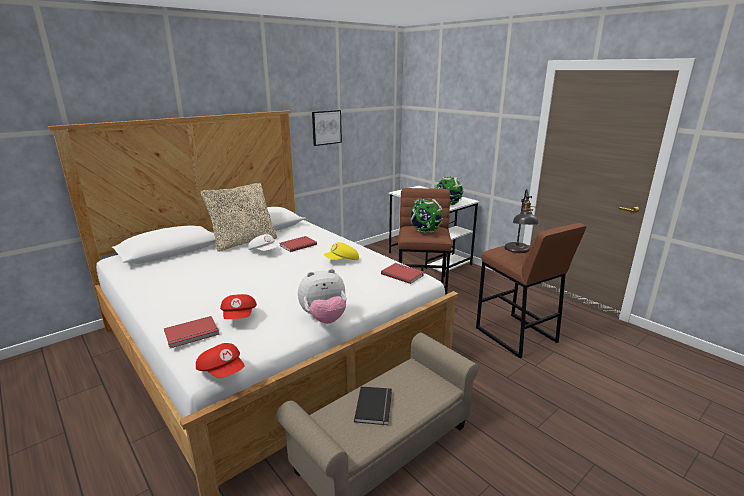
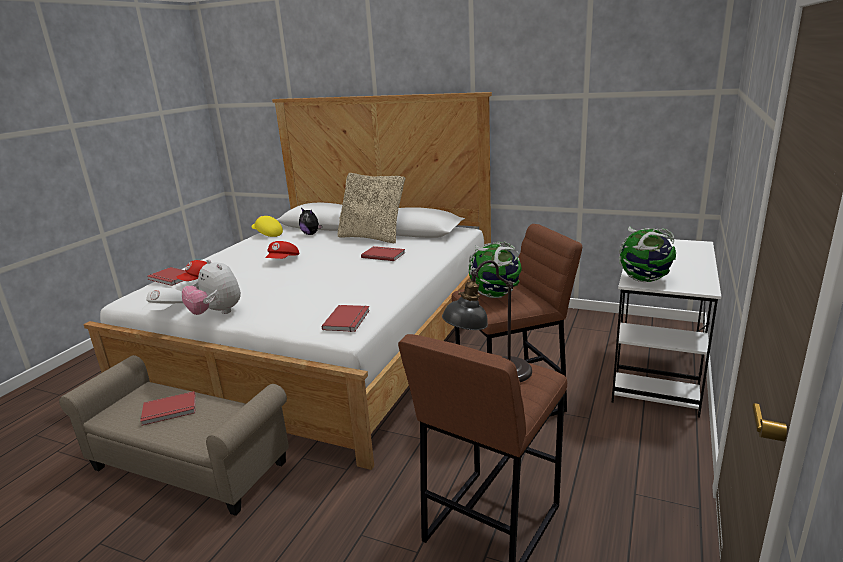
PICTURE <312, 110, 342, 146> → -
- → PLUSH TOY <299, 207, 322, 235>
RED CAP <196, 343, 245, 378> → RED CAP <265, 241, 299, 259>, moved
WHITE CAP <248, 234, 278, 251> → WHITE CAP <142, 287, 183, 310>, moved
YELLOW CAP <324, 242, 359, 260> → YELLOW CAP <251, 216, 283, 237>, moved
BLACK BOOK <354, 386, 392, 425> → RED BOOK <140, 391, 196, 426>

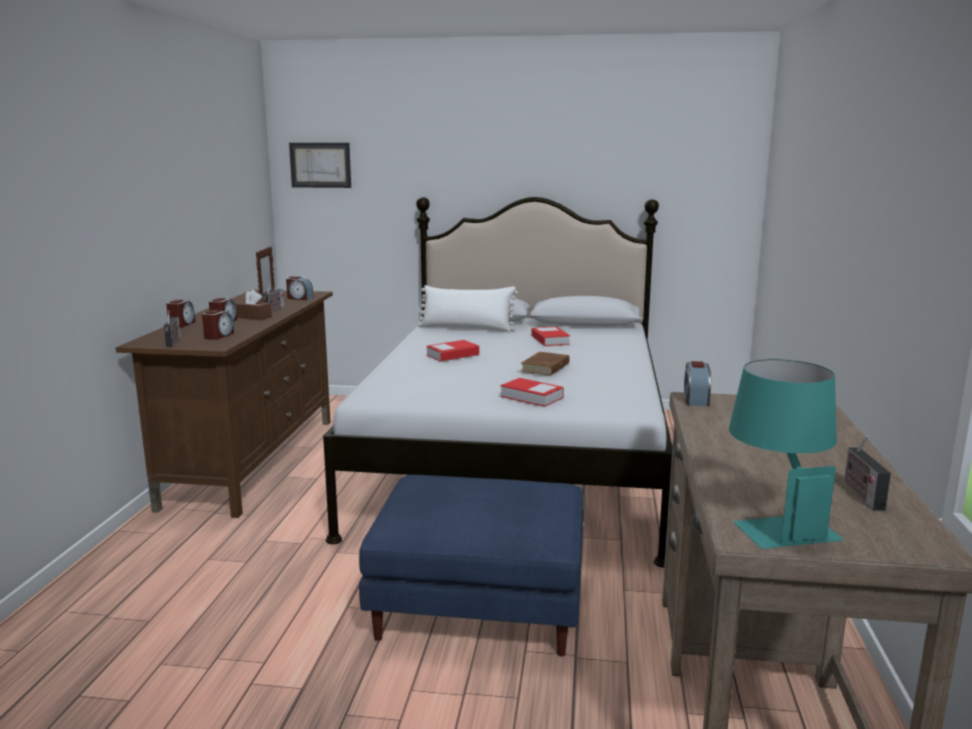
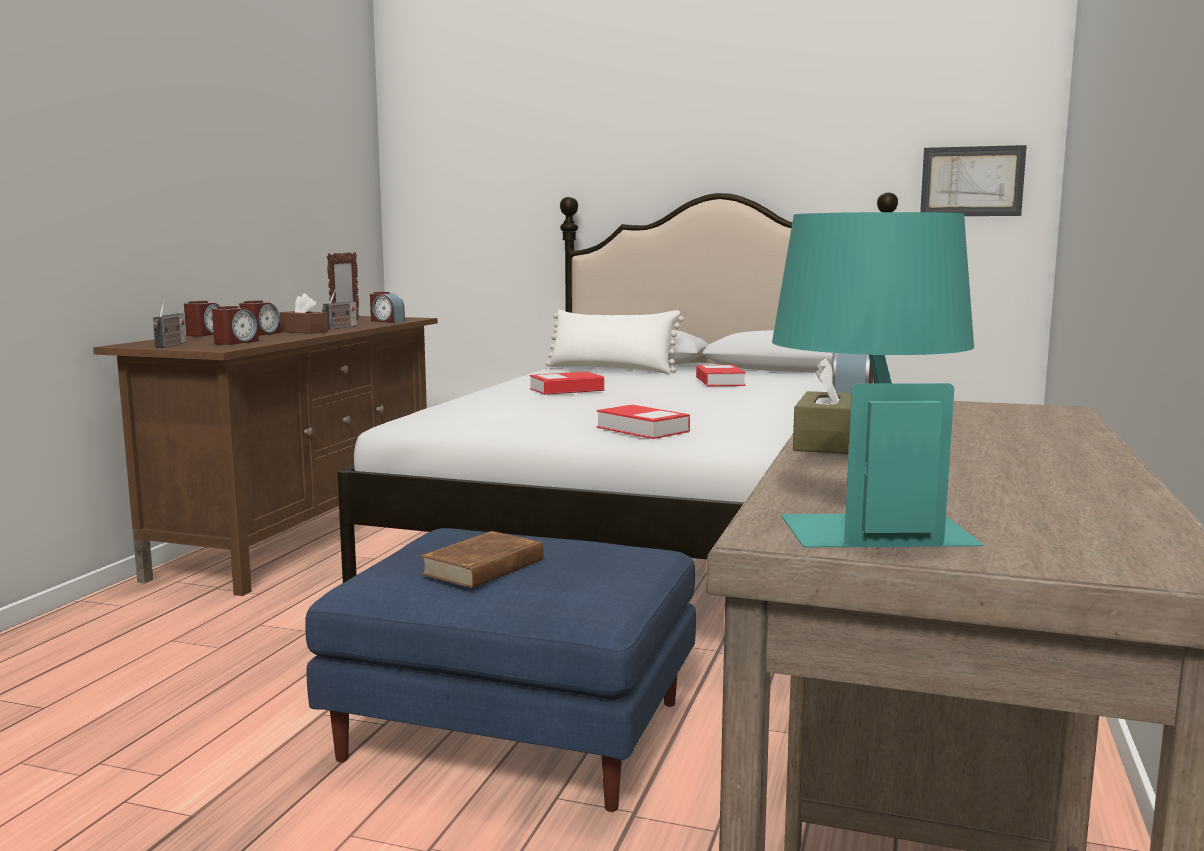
RADIO <844, 436, 891, 510> → -
- → BROWN TISSUE BOX <793, 357, 851, 454>
PICTURE <289, 143, 351, 188> → PICTURE <920, 145, 1027, 216>, moved
BROWN BOOK <521, 352, 569, 376> → BROWN BOOK <420, 531, 544, 588>, moved

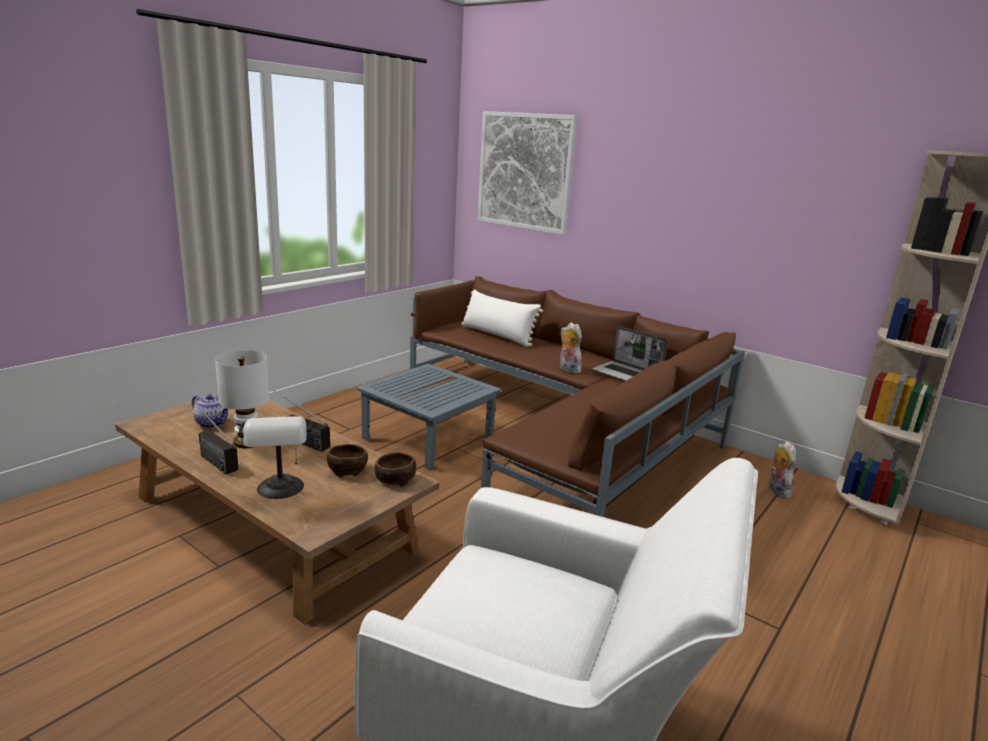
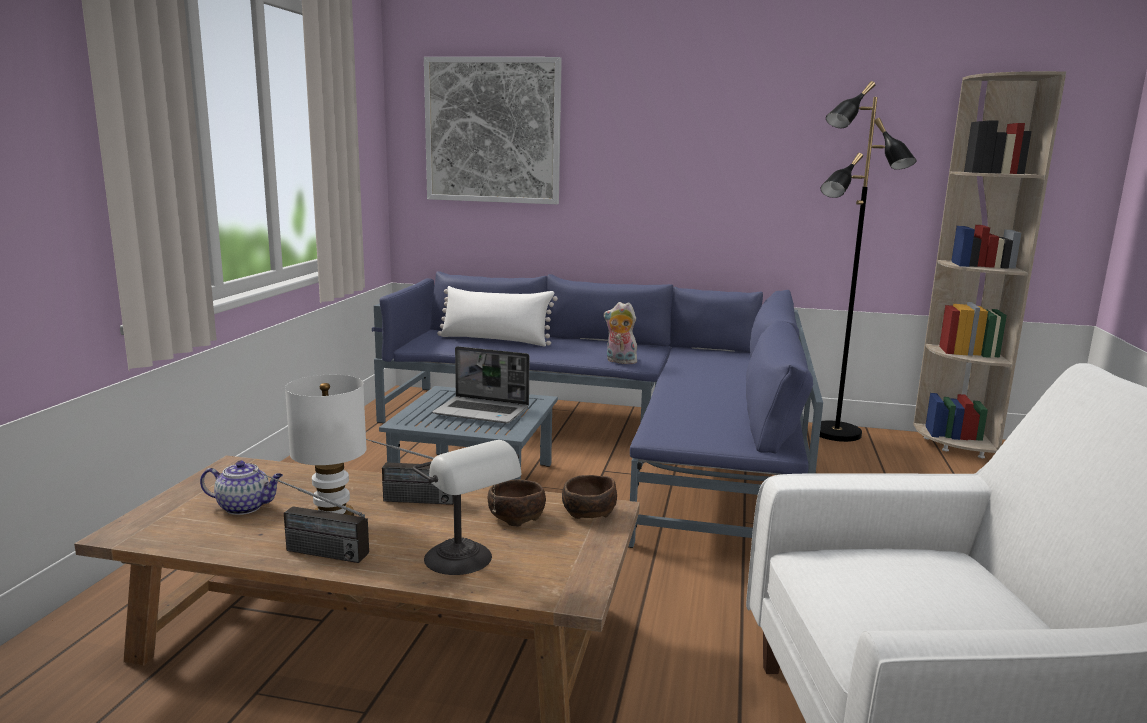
PLUSH TOY <769, 441, 797, 499> → -
- → BLACK FLOOR LAMP <820, 81, 916, 442>
LAPTOP <592, 326, 667, 381> → LAPTOP <432, 346, 529, 423>, moved
BROWN SOFA <356, 276, 745, 517> → BLUE SOFA <372, 271, 823, 548>

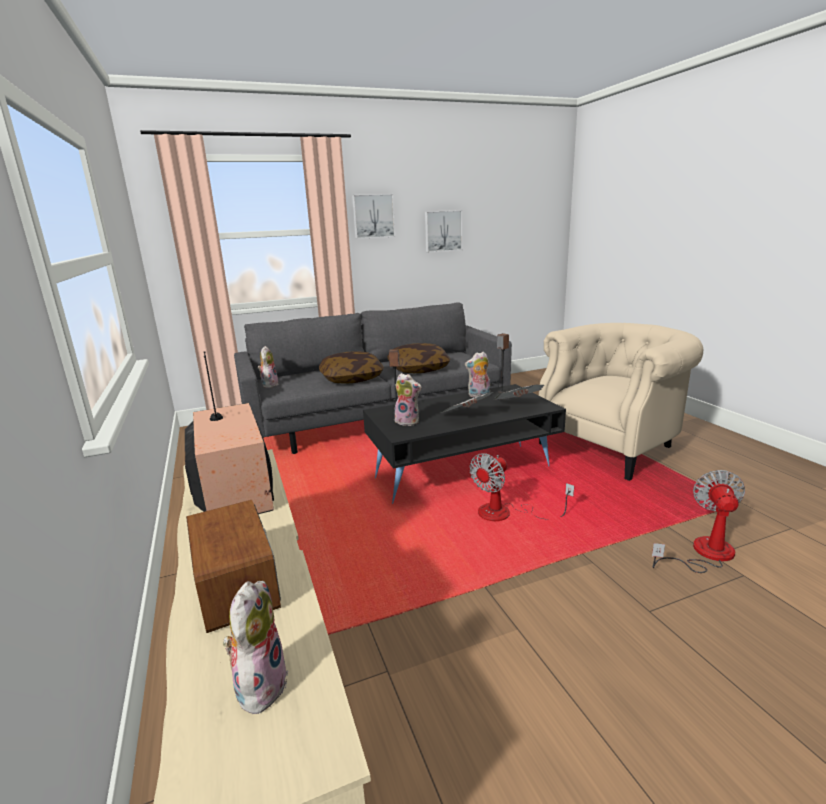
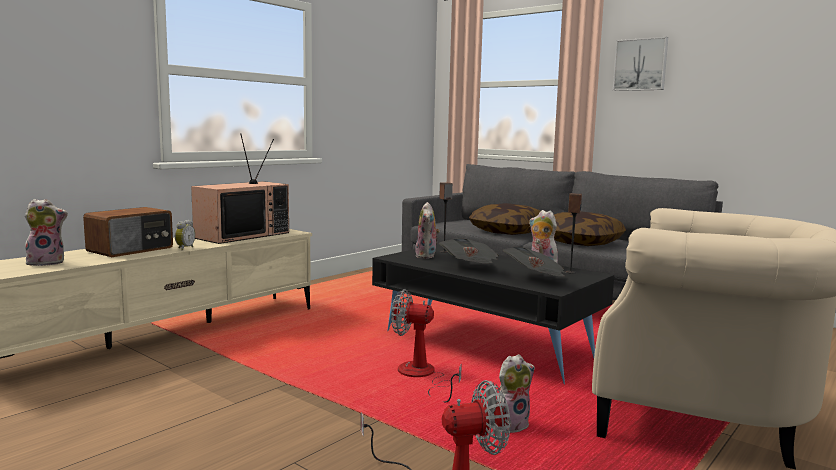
PICTURE <425, 210, 462, 252> → -
- → ALARM CLOCK <175, 220, 195, 251>
PLUSH TOY <258, 346, 279, 388> → PLUSH TOY <495, 354, 535, 433>, moved

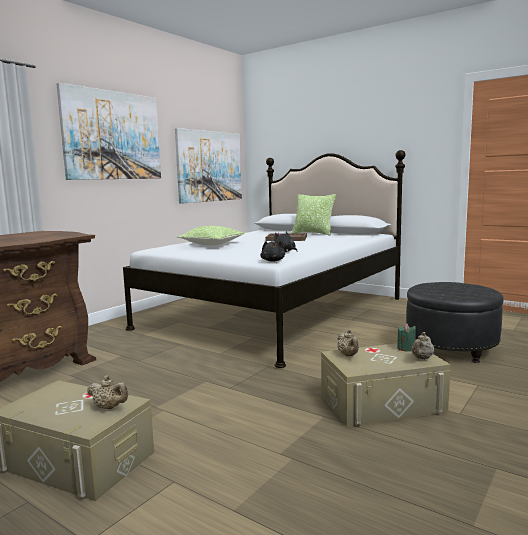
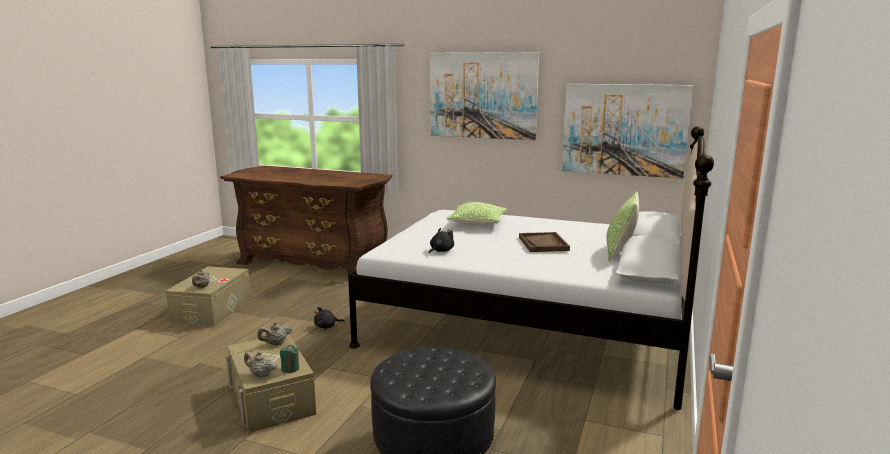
BLACK PLUSH TOY <260, 241, 285, 262> → BLACK PLUSH TOY <314, 307, 345, 328>, moved

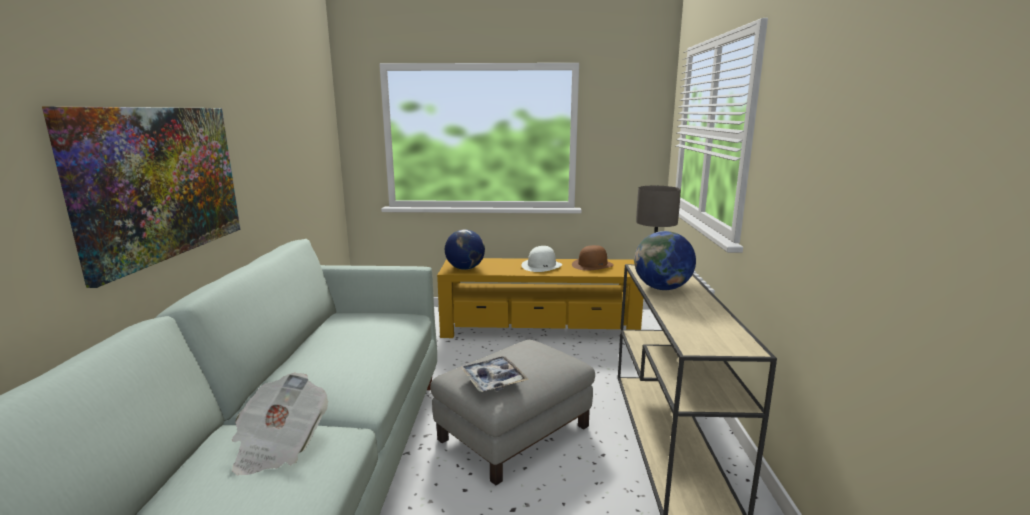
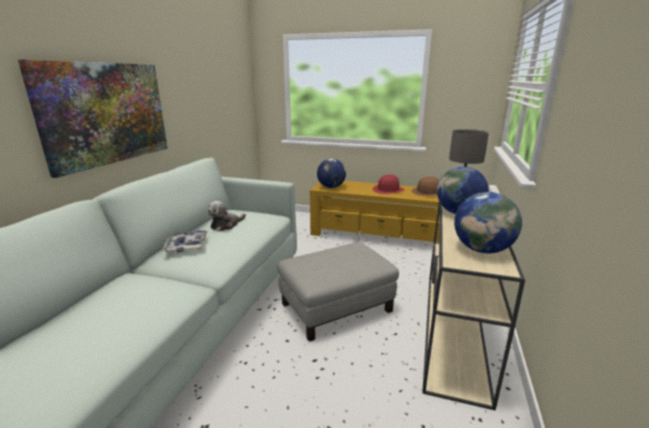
NEWSPAPER <232, 373, 328, 475> → -
- → PLUSH TOY <208, 201, 246, 232>
- → GLOBE <454, 192, 522, 253>
TRAY <461, 356, 529, 392> → TRAY <162, 230, 208, 253>, moved
WHITE HAT <521, 246, 562, 272> → RED HAT <373, 175, 404, 194>

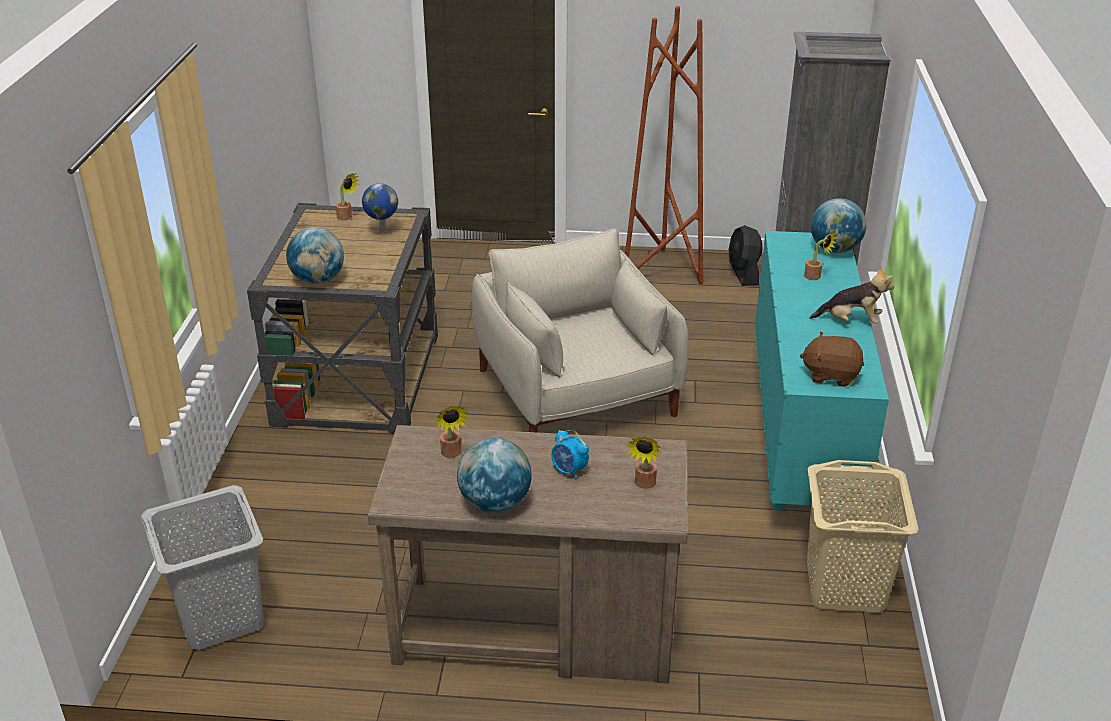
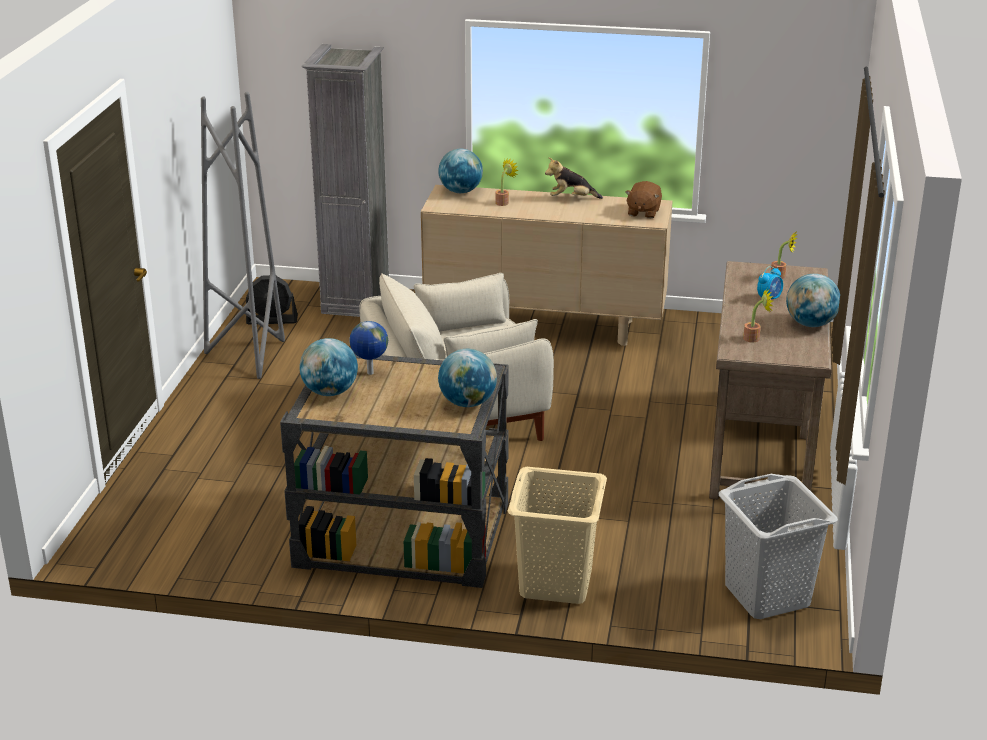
BEIGE LAUNDRY BASKET <807, 460, 918, 613> → BEIGE LAUNDRY BASKET <508, 467, 607, 604>, moved
POTTED PLANT <336, 173, 359, 220> → GLOBE <299, 338, 358, 396>
BROWN CLOTHES RACK <625, 6, 703, 284> → GREY CLOTHES RACK <201, 92, 285, 379>
TURQUOISE DRESSER <755, 231, 889, 511> → BEIGE DRESSER <421, 185, 673, 346>
PLUSH TOY <810, 267, 894, 324> → PLUSH TOY <545, 158, 603, 199>, 105 degrees counterclockwise

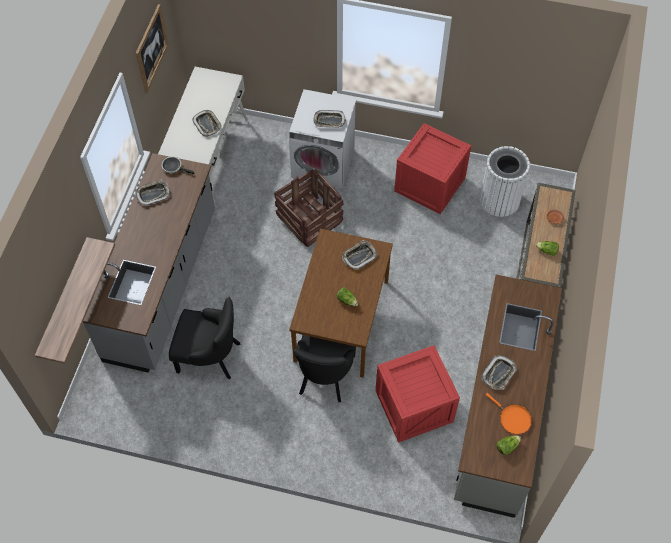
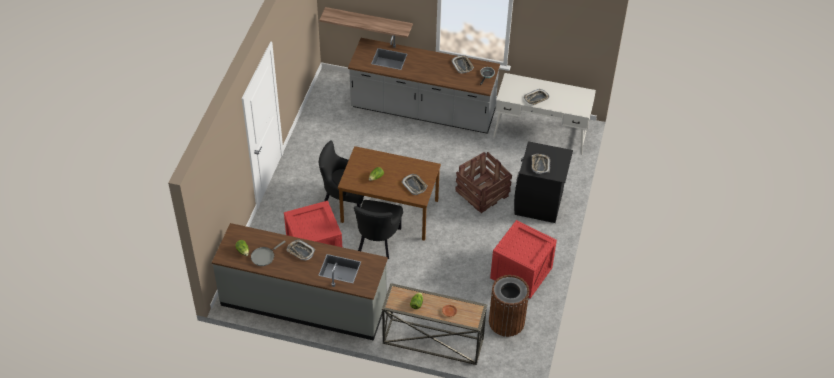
PICTURE <136, 4, 169, 93> → -
BLACK CHAIR <169, 297, 241, 380> → BLACK CHAIR <354, 200, 403, 259>, moved
WHITE WASHING MACHINE <289, 89, 356, 188> → BLACK WASHING MACHINE <514, 141, 573, 223>
WHITE TRASH CAN <479, 146, 530, 217> → BROWN TRASH CAN <489, 275, 529, 337>
ORANGE FRYING PAN <485, 393, 532, 435> → GREY FRYING PAN <251, 241, 286, 266>

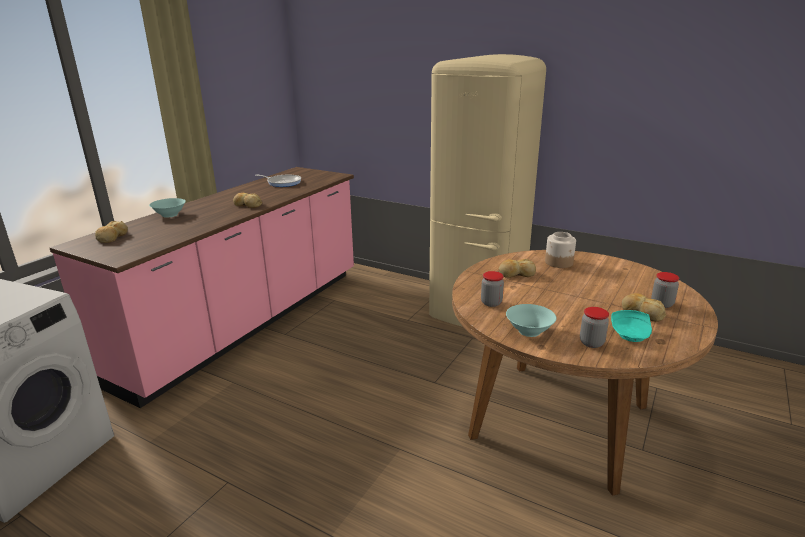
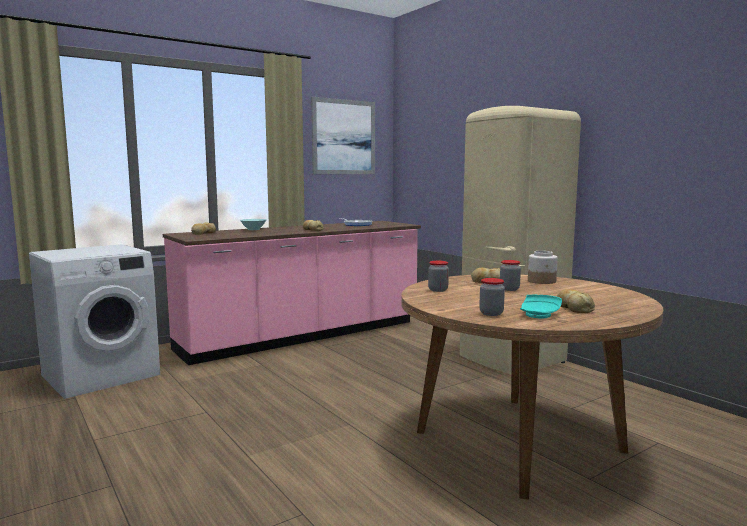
TURQUOISE BOWL <506, 304, 557, 337> → -
- → PICTURE <311, 97, 375, 174>
JAR <651, 272, 679, 308> → JAR <500, 260, 521, 291>, moved

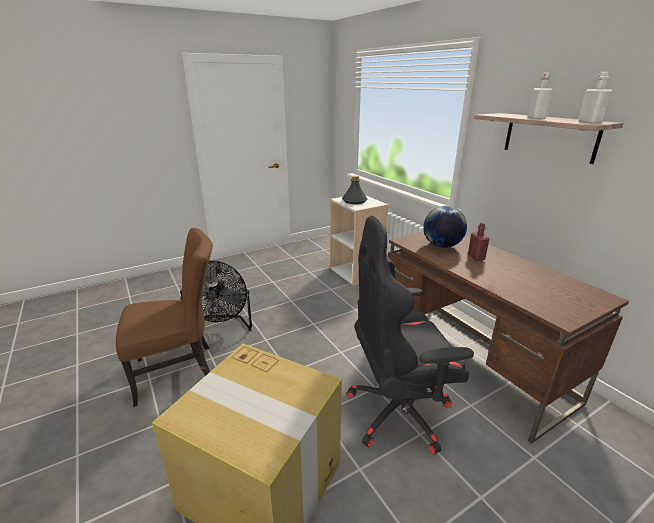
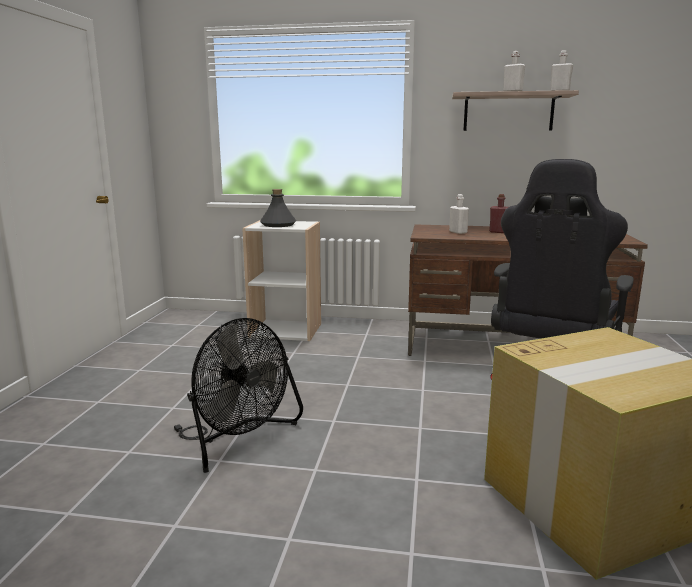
BROWN CHAIR <116, 228, 213, 407> → -
GLOBE <423, 206, 467, 248> → WHITE BOTTLE <449, 194, 469, 234>

